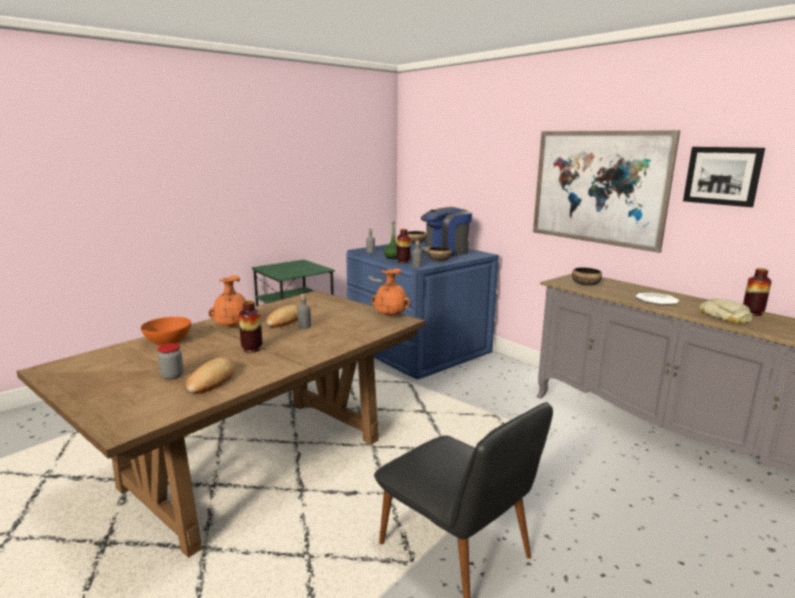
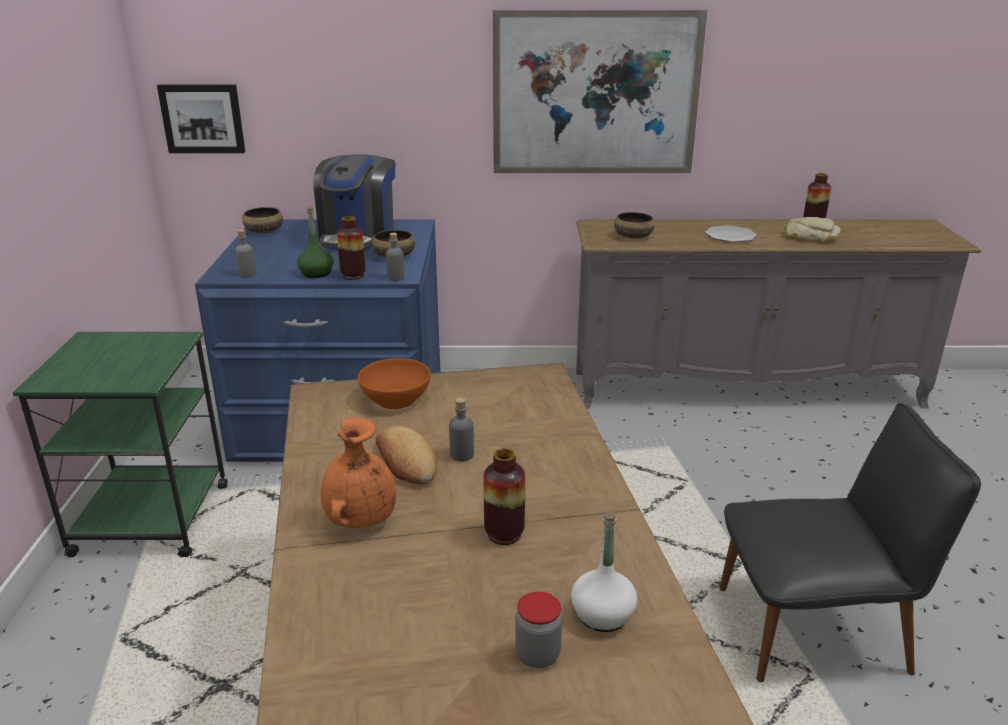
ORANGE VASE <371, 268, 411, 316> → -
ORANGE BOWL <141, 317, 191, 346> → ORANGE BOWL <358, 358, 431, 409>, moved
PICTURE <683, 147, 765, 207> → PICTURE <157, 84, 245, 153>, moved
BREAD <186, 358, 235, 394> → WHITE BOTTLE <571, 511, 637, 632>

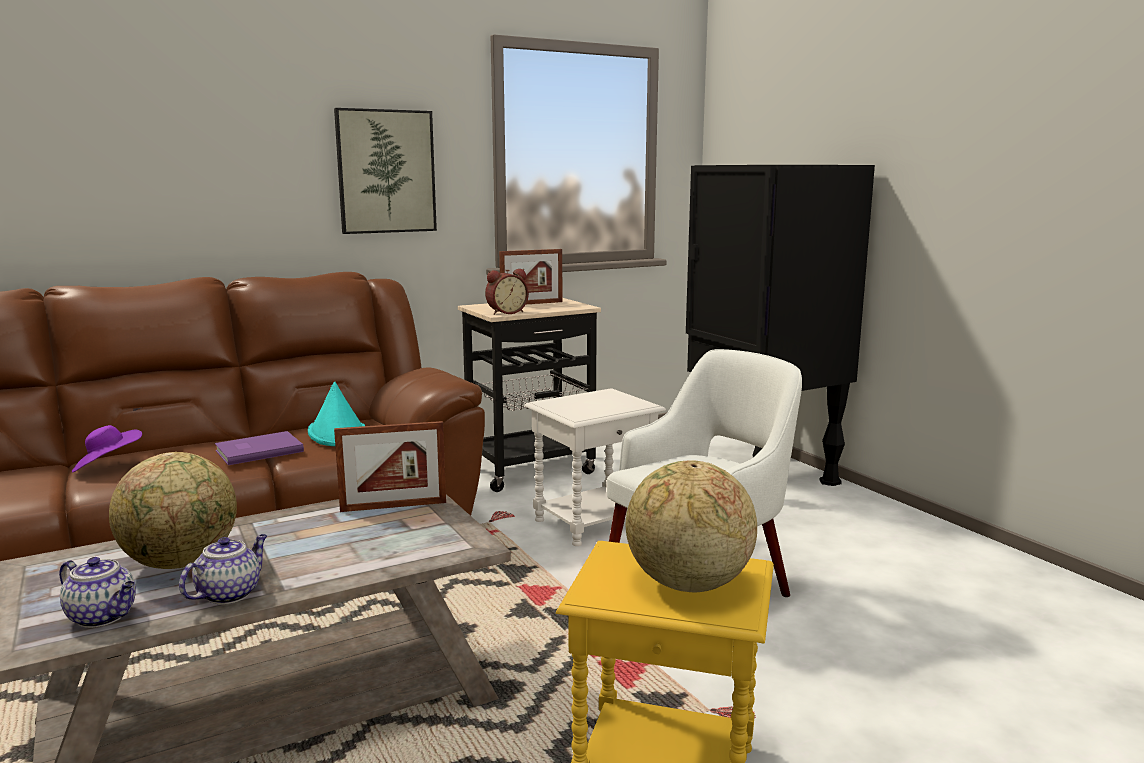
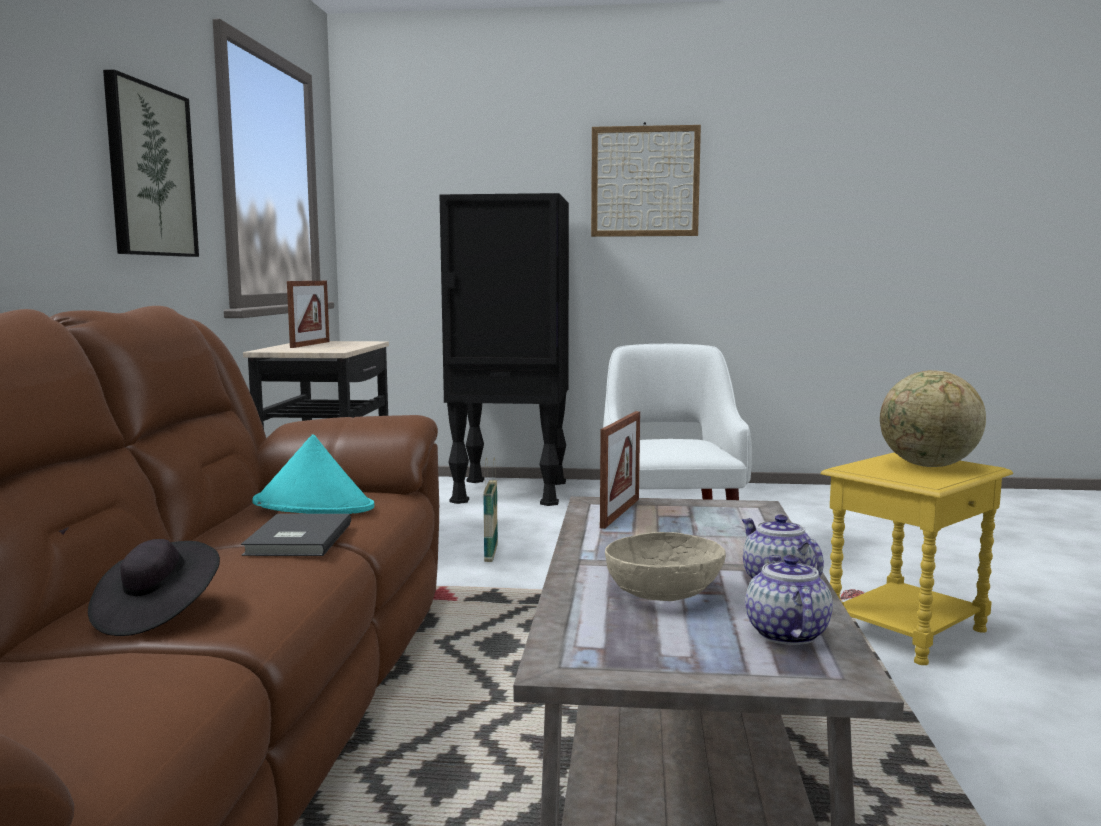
ALARM CLOCK <485, 269, 529, 315> → -
- → PICTURE <591, 122, 701, 237>
GLOBE <109, 452, 237, 569> → BEIGE BOWL <605, 532, 726, 601>
WHITE SIDE TABLE <524, 388, 666, 546> → BASKET <483, 457, 498, 562>
PURPLE HAT <72, 425, 142, 473> → BLACK HAT <88, 539, 220, 636>
PURPLE BOOK <215, 431, 304, 465> → GREY BOOK <241, 514, 351, 556>
TEAPOT <59, 557, 136, 628> → TEAPOT <745, 555, 833, 645>, 60 degrees counterclockwise

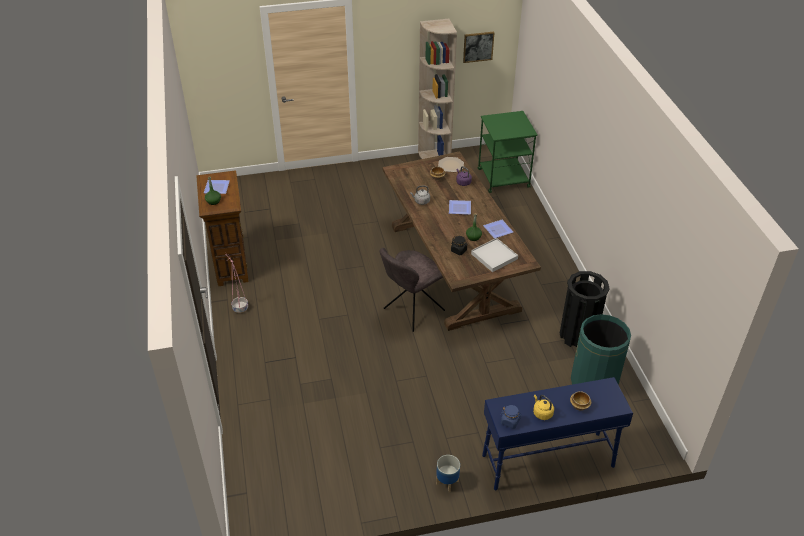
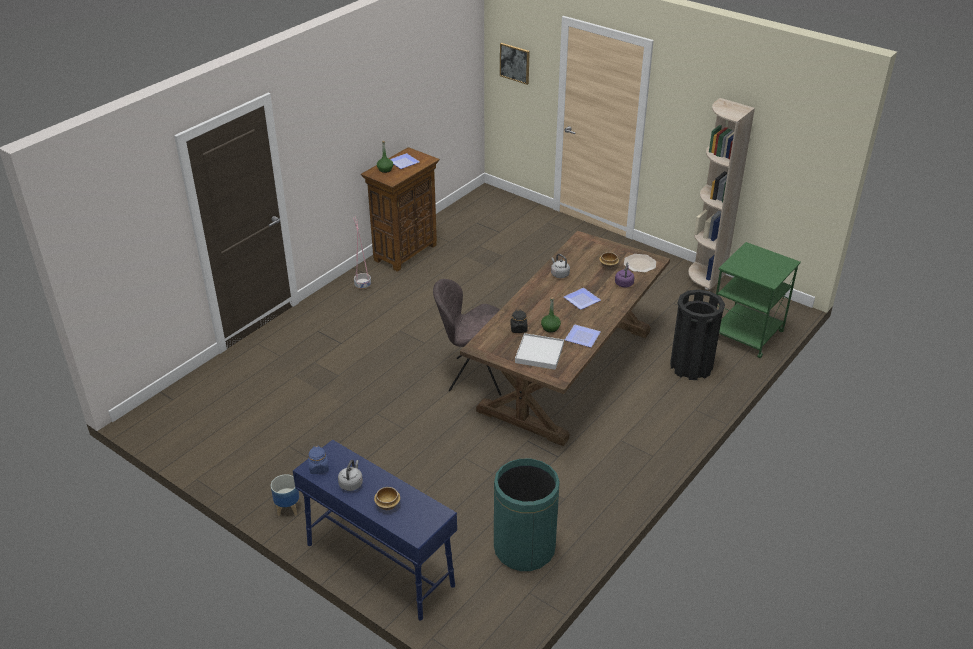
PICTURE <463, 32, 494, 63> → PICTURE <500, 43, 530, 85>, moved
BLACK TRASH CAN <560, 271, 610, 347> → BLACK TRASH CAN <670, 289, 725, 380>, moved
YELLOW KETTLE <533, 395, 554, 420> → GREY KETTLE <338, 460, 363, 491>

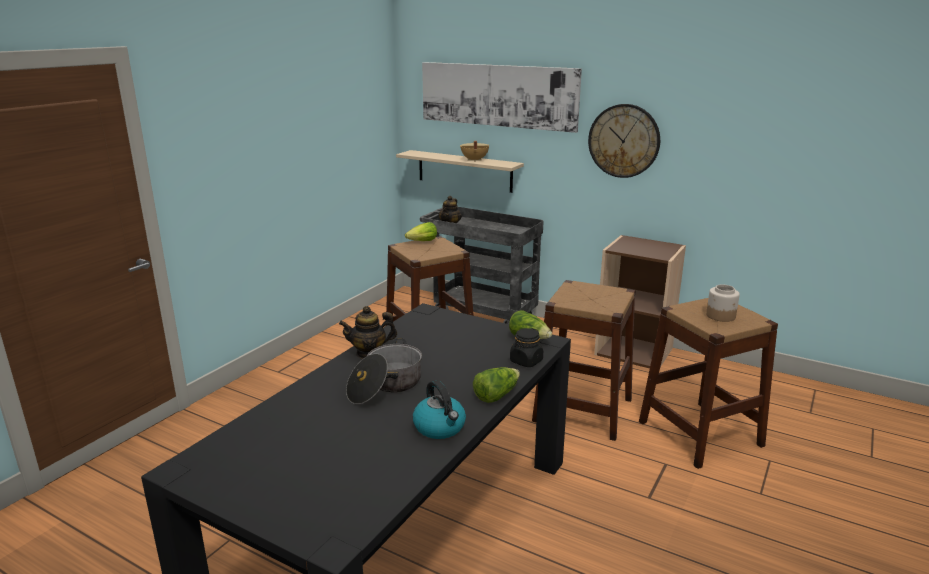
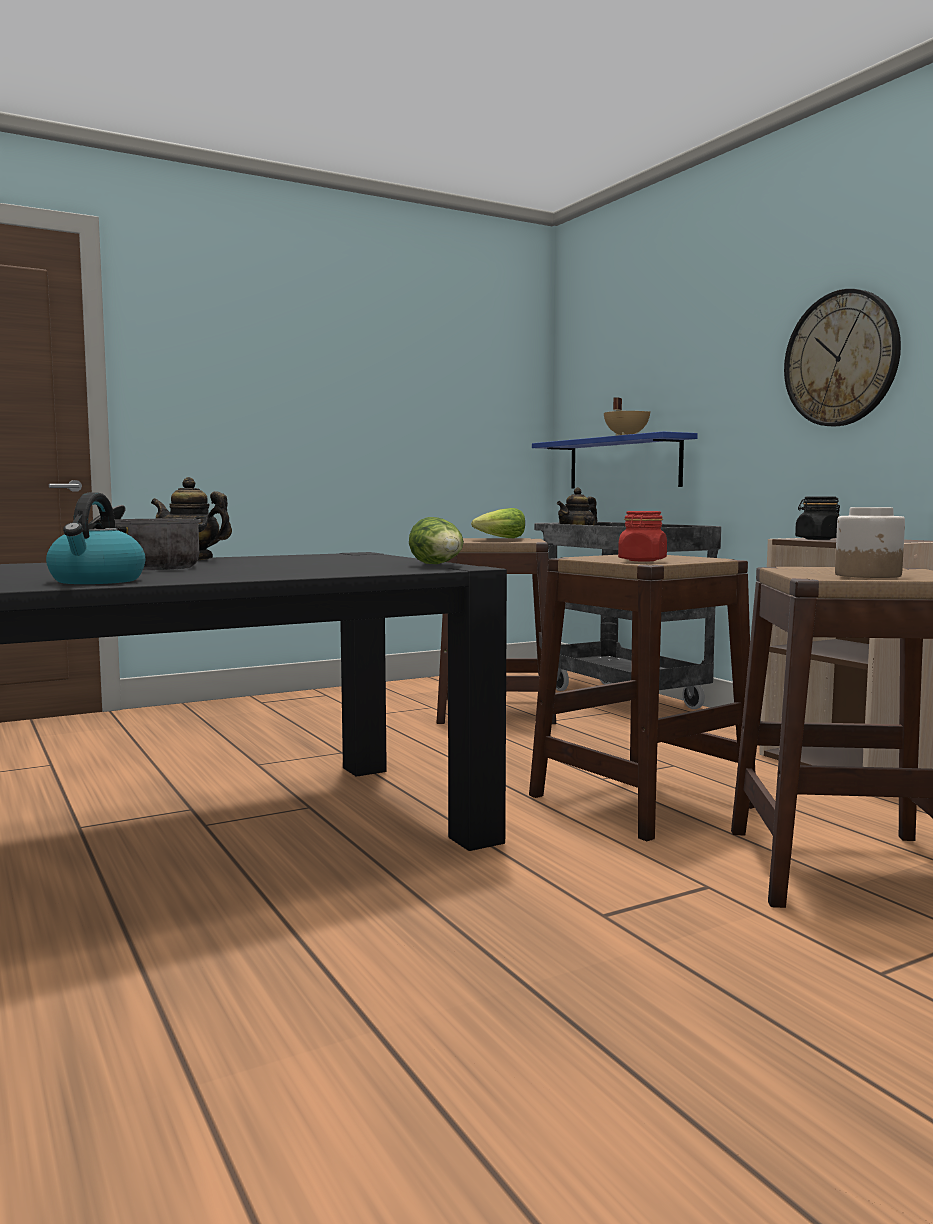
PICTURE <422, 62, 582, 133> → -
LETTUCE <473, 367, 520, 403> → -
- → RED JAR <618, 511, 667, 562>
BLACK JAR <510, 328, 543, 367> → BLACK JAR <795, 497, 840, 540>, moved
BEIGE SHELF <396, 150, 524, 193> → BLUE SHELF <532, 431, 698, 488>

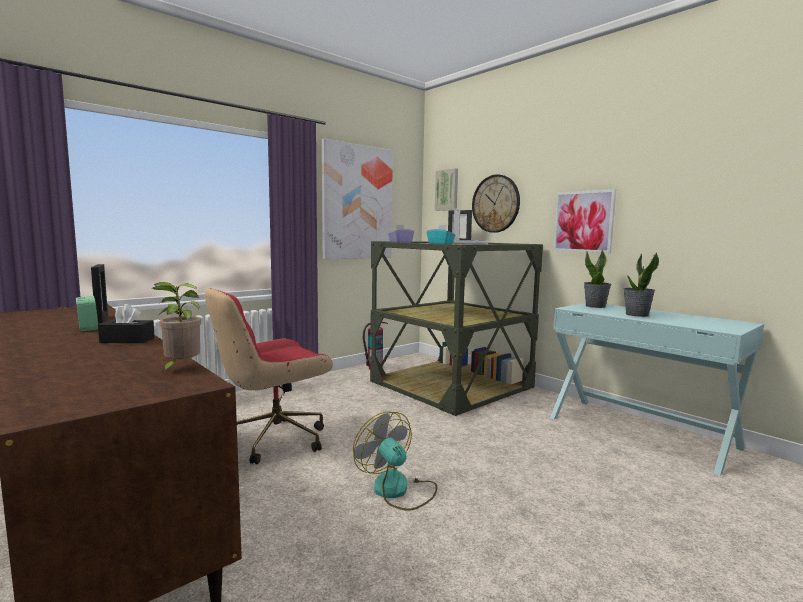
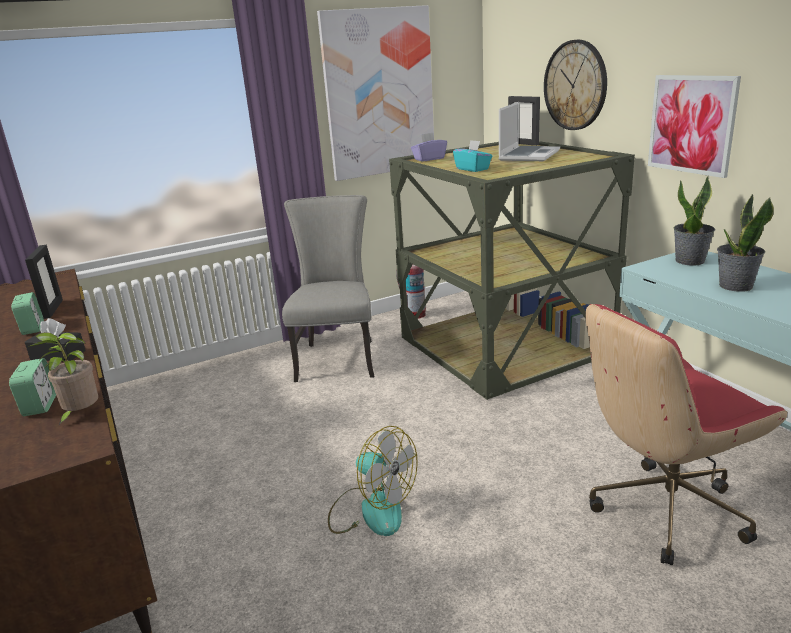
PICTURE <435, 168, 458, 211> → -
- → ALARM CLOCK <9, 358, 56, 416>
- → GREY CHAIR <282, 195, 374, 382>
RED OFFICE CHAIR <205, 288, 333, 464> → RED OFFICE CHAIR <585, 304, 788, 565>, moved
FAN <353, 412, 437, 511> → FAN <328, 426, 418, 536>, 150 degrees clockwise

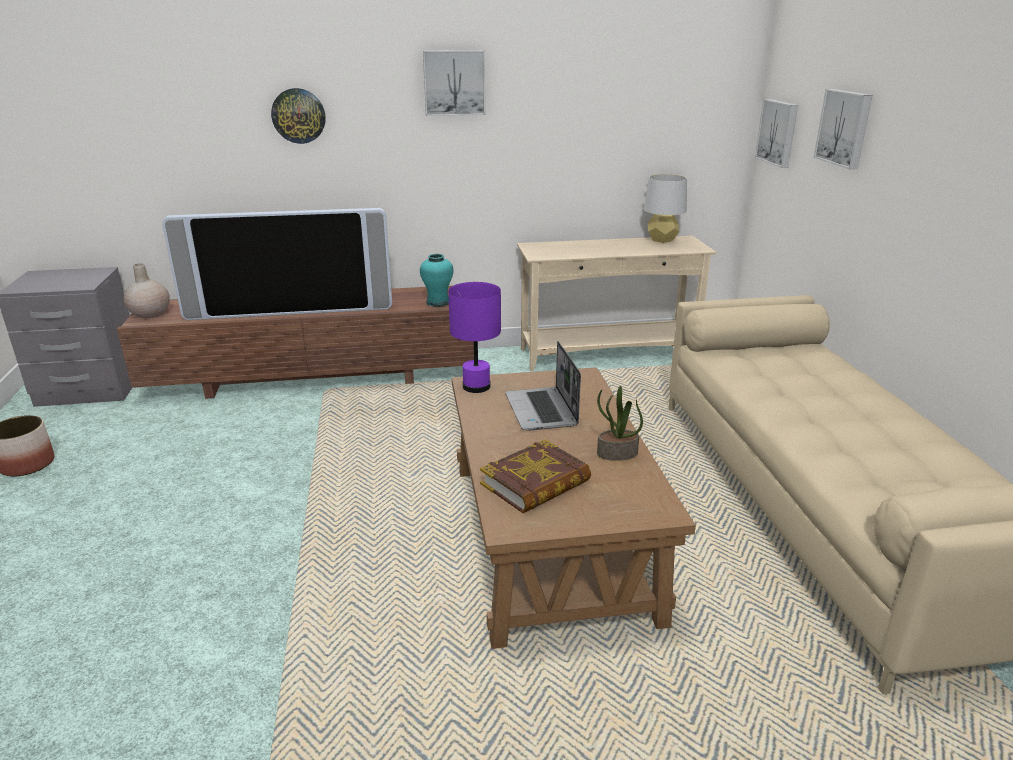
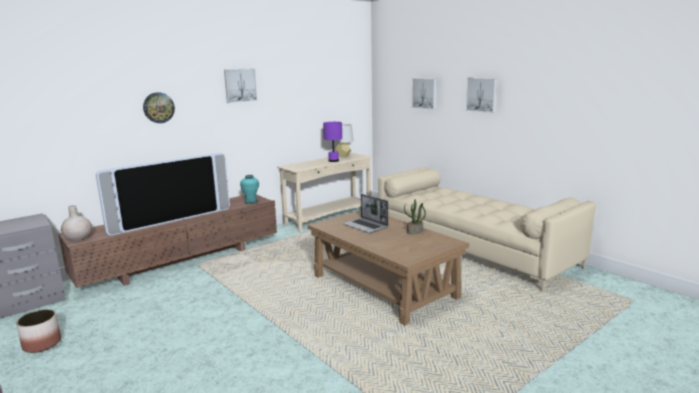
BOOK <480, 439, 591, 513> → -
PURPLE TABLE LAMP <449, 282, 501, 393> → PURPLE TABLE LAMP <323, 122, 342, 162>, moved
PICTURE <755, 99, 798, 168> → PICTURE <466, 78, 497, 113>, moved

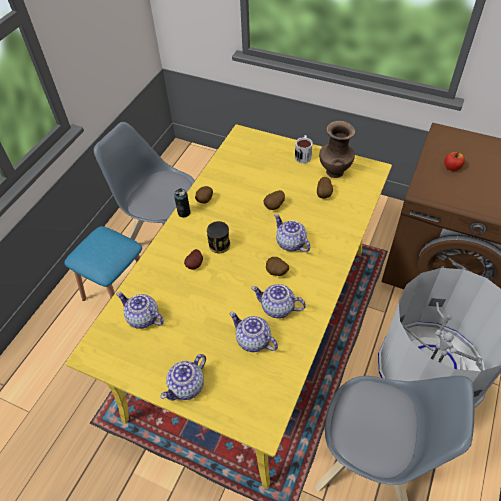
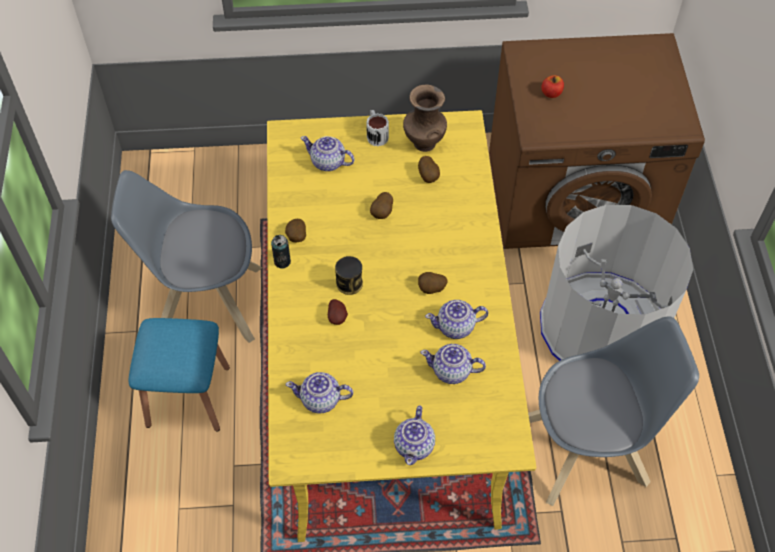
TEAPOT <274, 214, 310, 252> → TEAPOT <301, 136, 354, 171>, moved

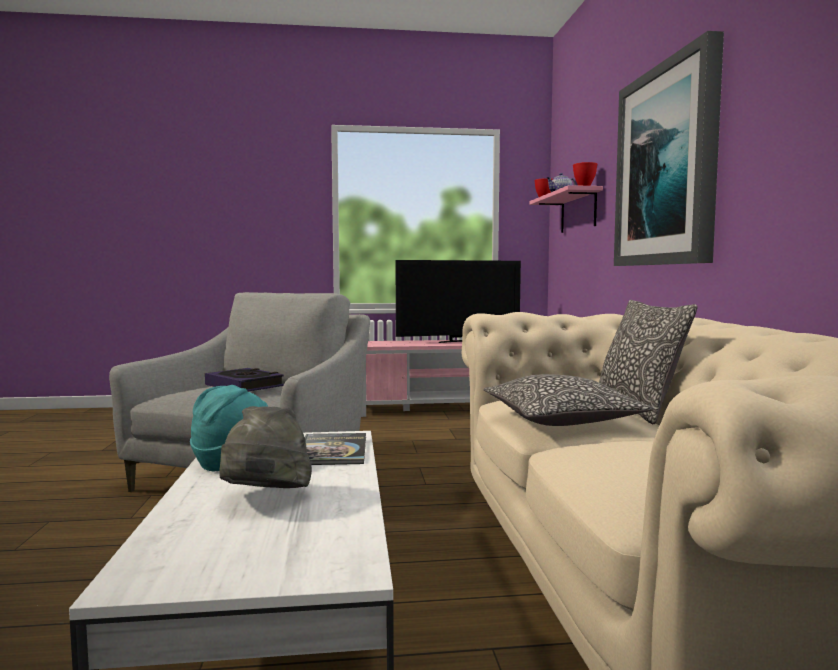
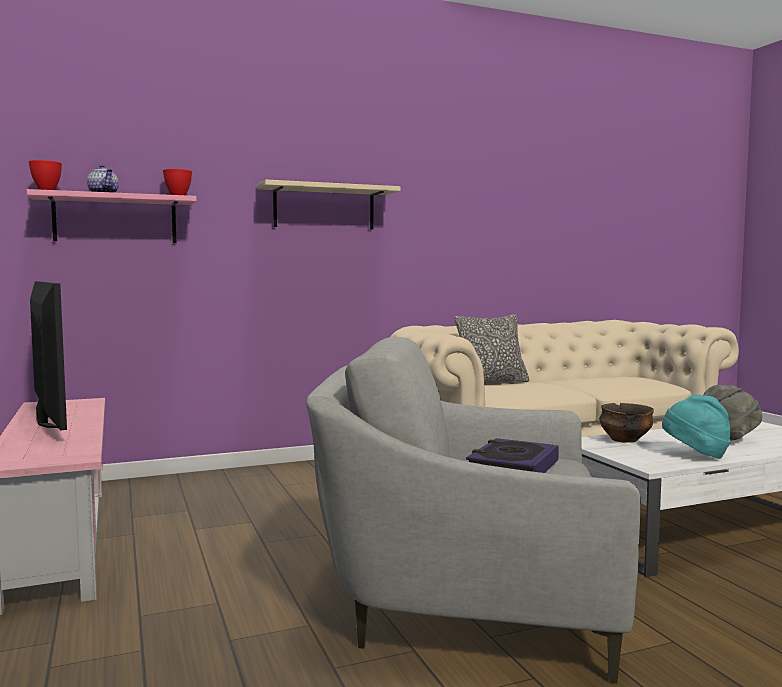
PILLOW <483, 374, 654, 426> → -
BOOK <305, 433, 366, 465> → BOWL <599, 403, 654, 443>
PICTURE <614, 31, 724, 266> → BEIGE SHELF <257, 180, 401, 229>

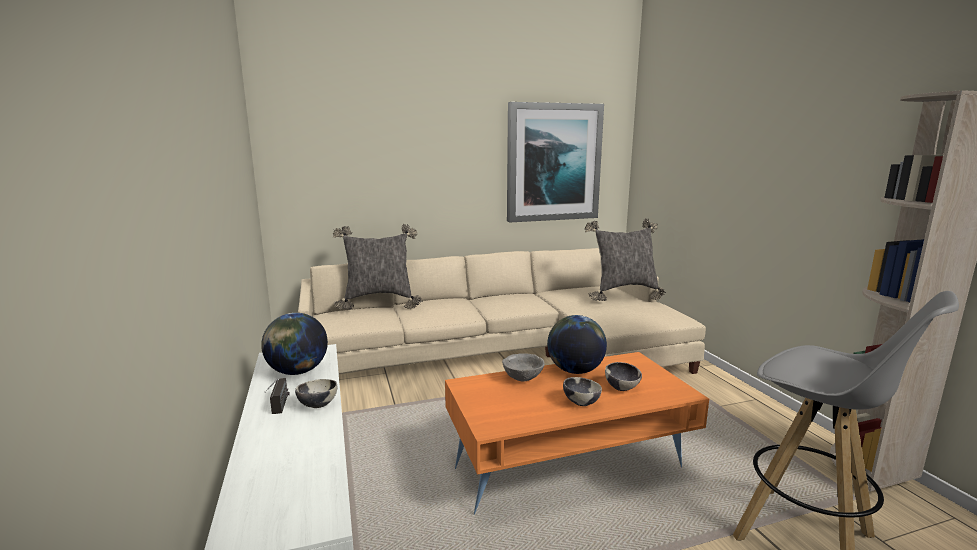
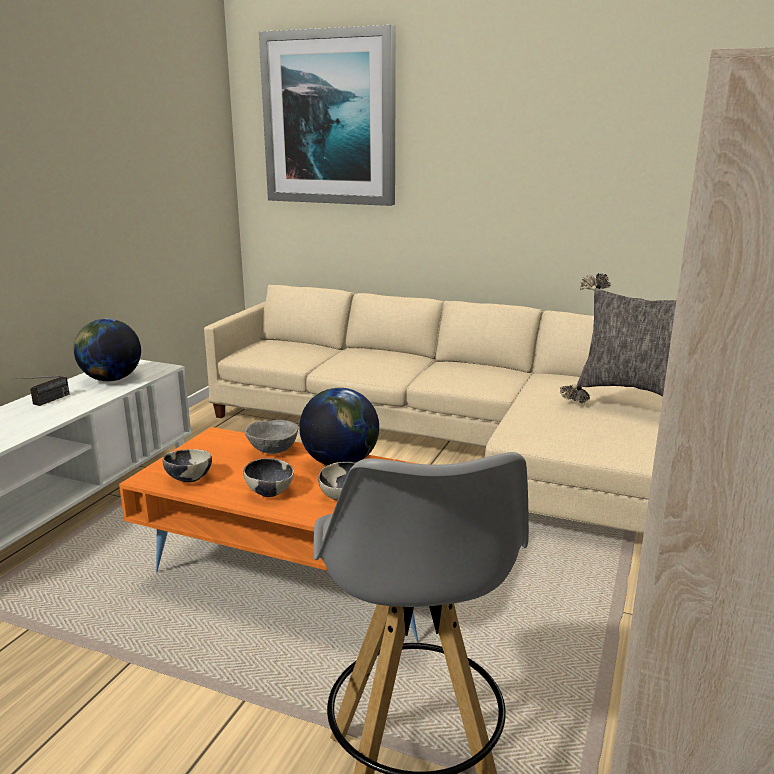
PILLOW <333, 224, 422, 310> → -
BOWL <295, 379, 337, 408> → BOWL <163, 449, 212, 482>, moved
PICTURE <507, 102, 604, 222> → PICTURE <259, 25, 396, 206>, moved

